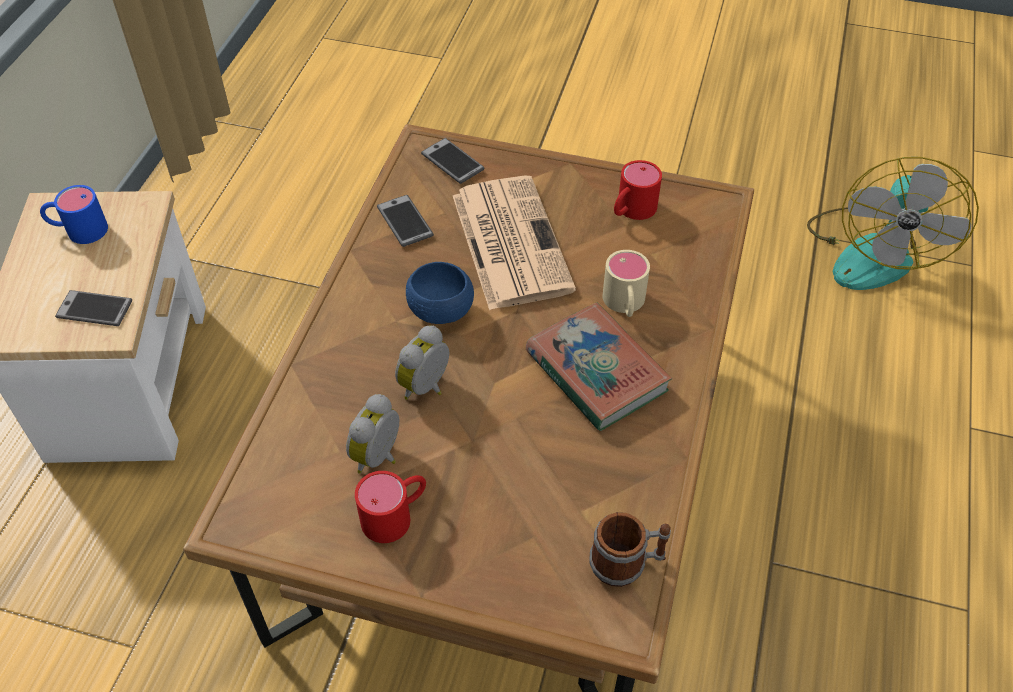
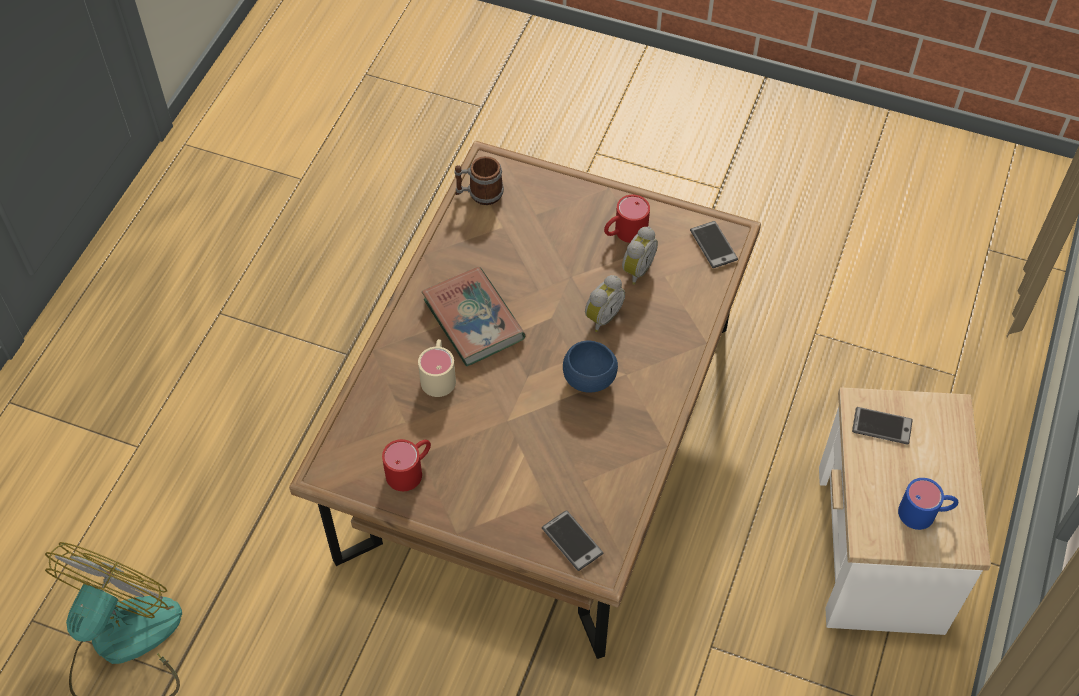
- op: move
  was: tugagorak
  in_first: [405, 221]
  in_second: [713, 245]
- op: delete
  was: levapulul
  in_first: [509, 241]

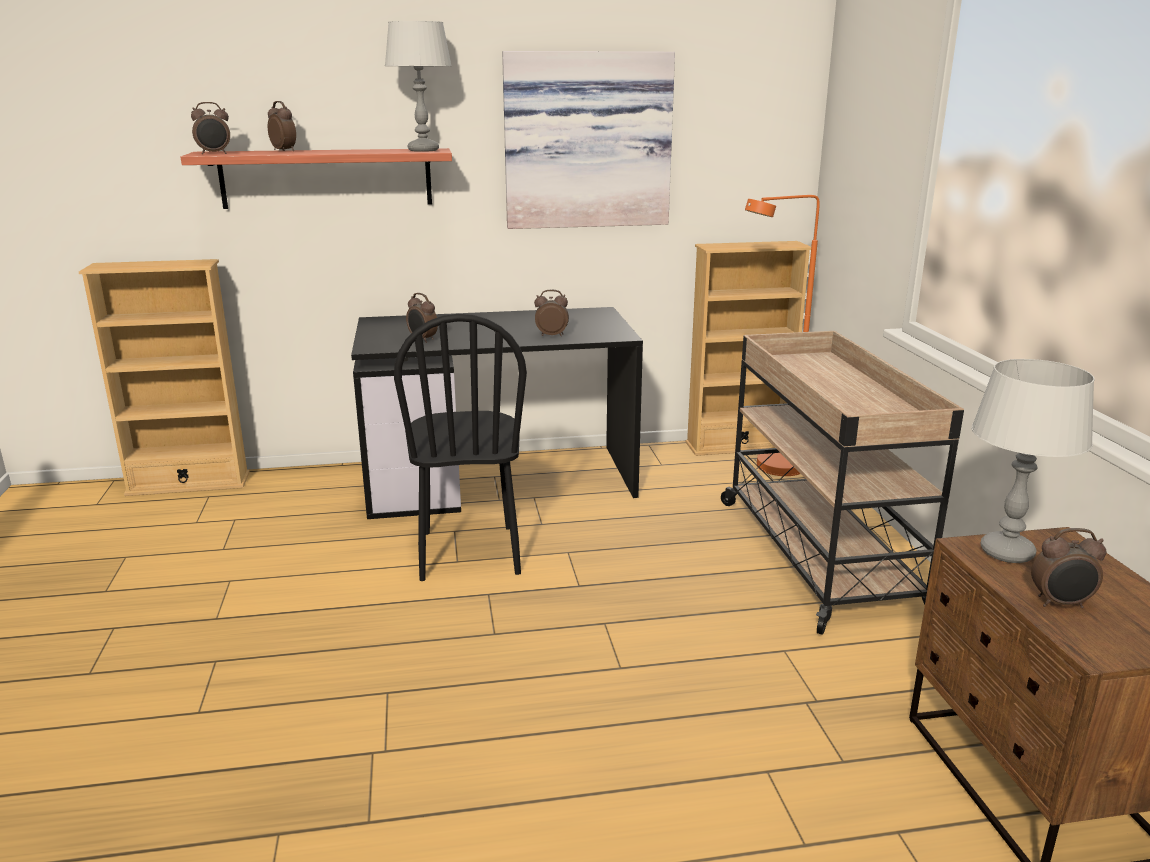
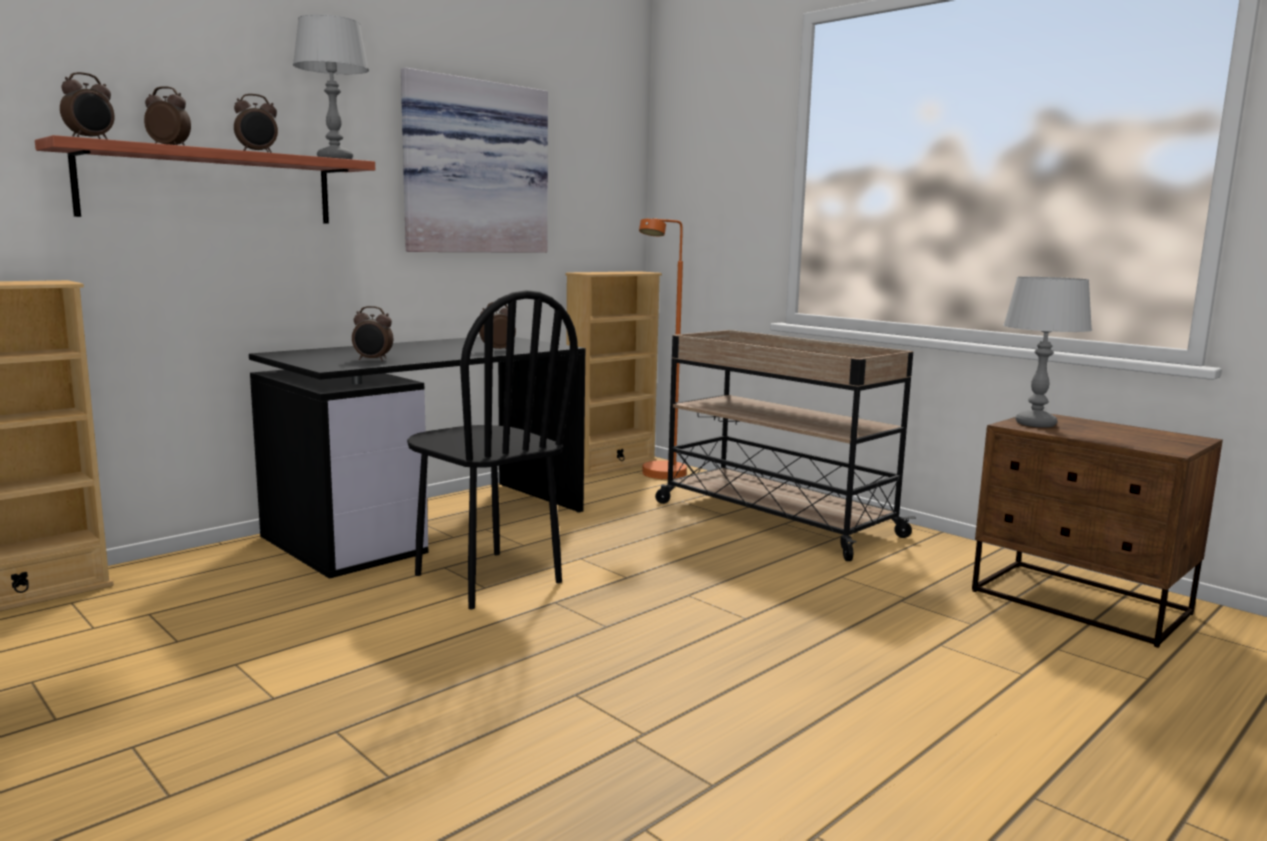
- op: move
  was: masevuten
  in_first: [1061, 604]
  in_second: [257, 152]

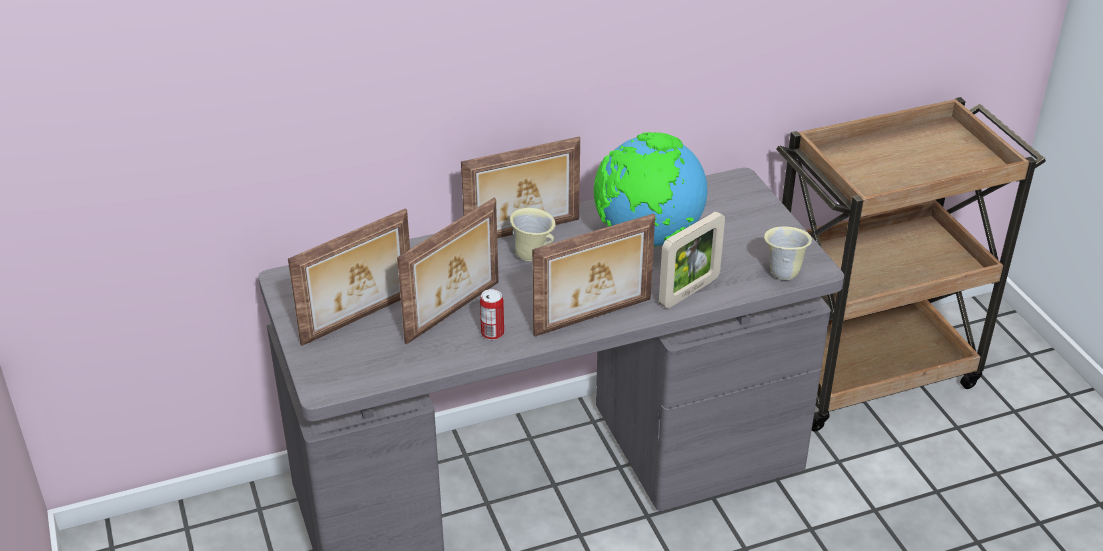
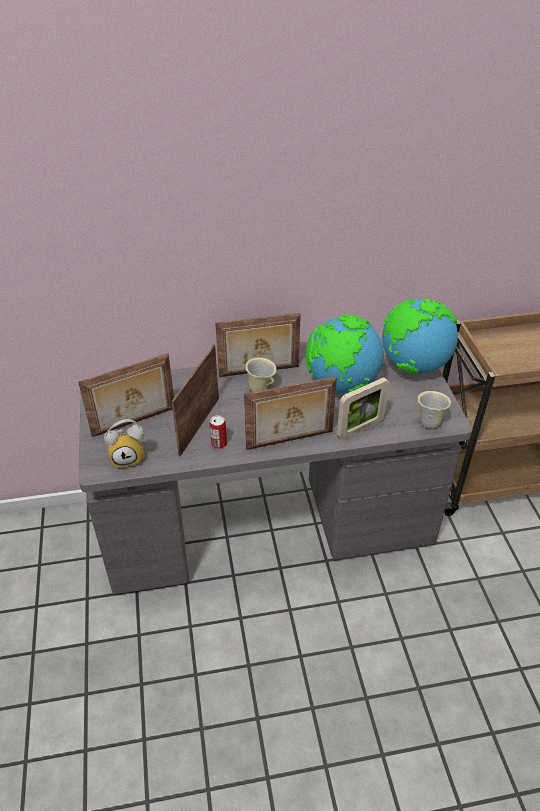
- op: insert
  now: masevuten
  in_second: [129, 457]
- op: rotate
  was: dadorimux
  in_first: [454, 313]
  in_second: [198, 425]
  clockwise: 150
- op: insert
  now: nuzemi
  in_second: [412, 366]

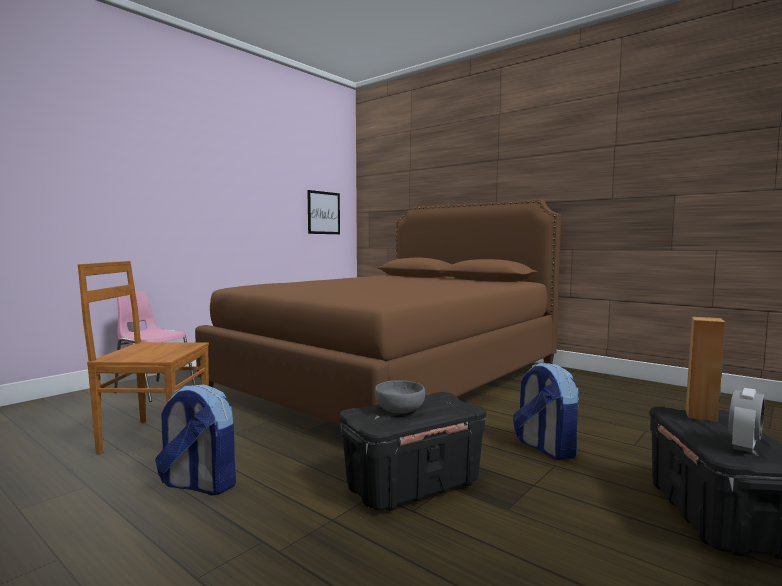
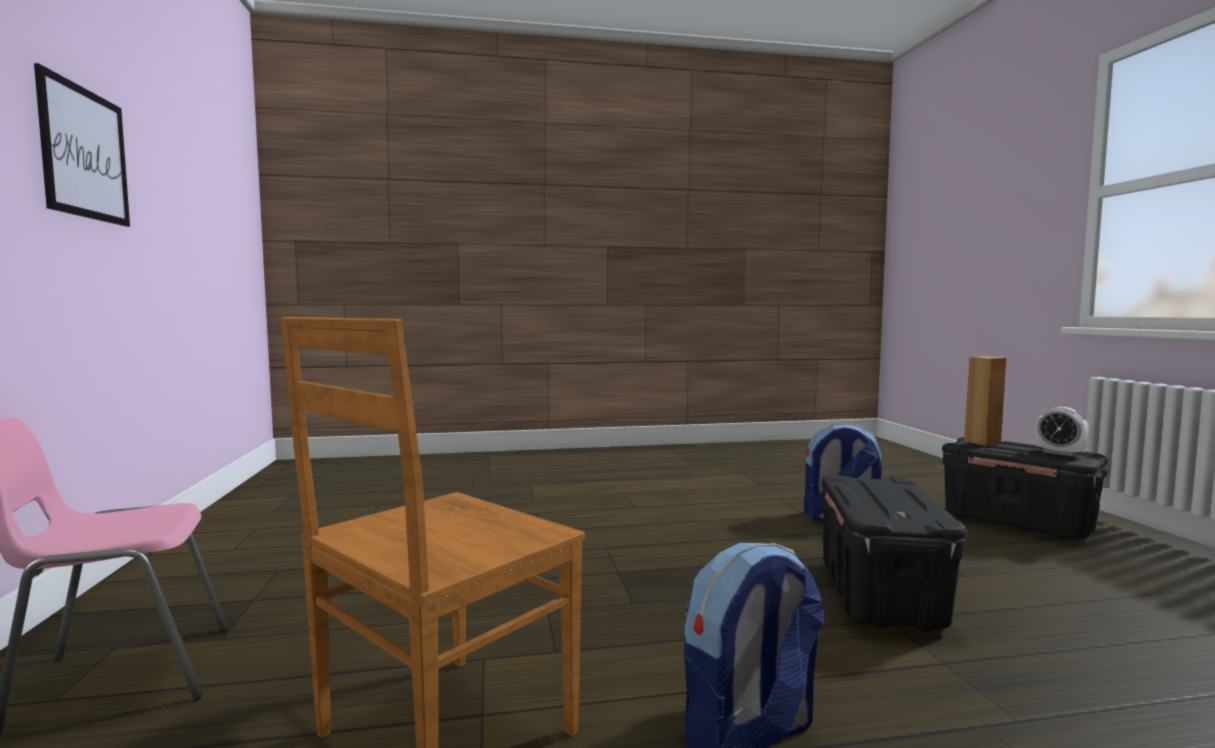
- op: move
  was: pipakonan
  in_first: [323, 213]
  in_second: [84, 153]
- op: rotate
  was: masevuten
  in_first: [744, 445]
  in_second: [1059, 453]
  clockwise: 150
- op: delete
  was: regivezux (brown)
  in_first: [393, 378]
- op: delete
  was: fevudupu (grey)
  in_first: [399, 410]

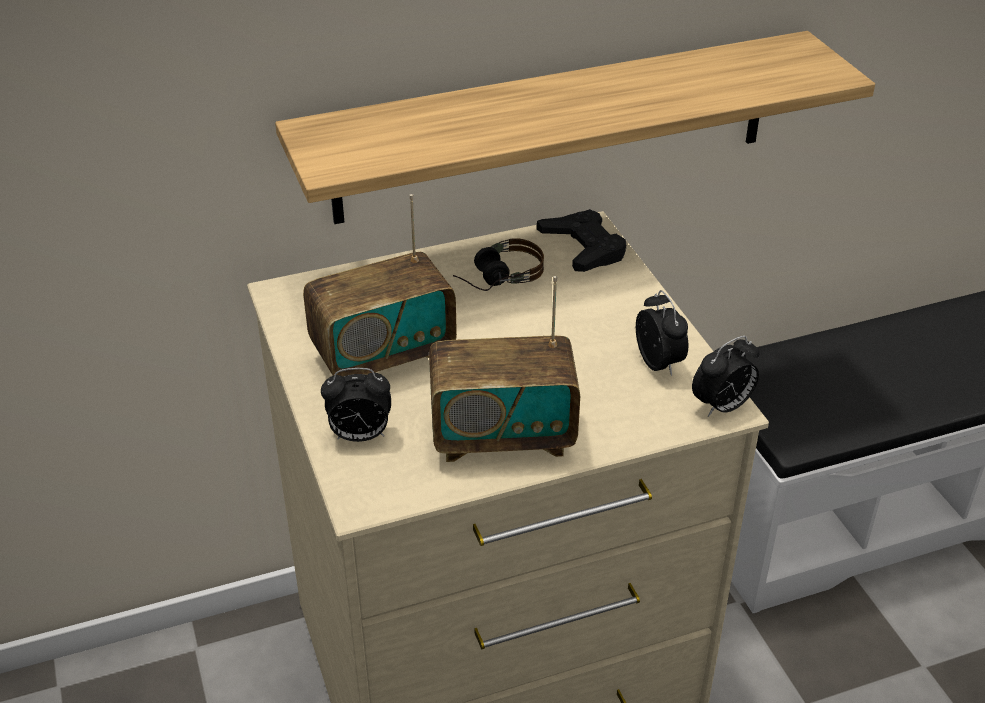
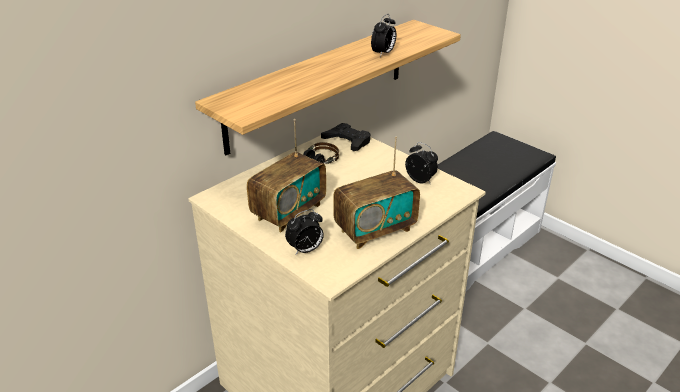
- op: move
  was: masevuten
  in_first: [722, 407]
  in_second: [383, 53]

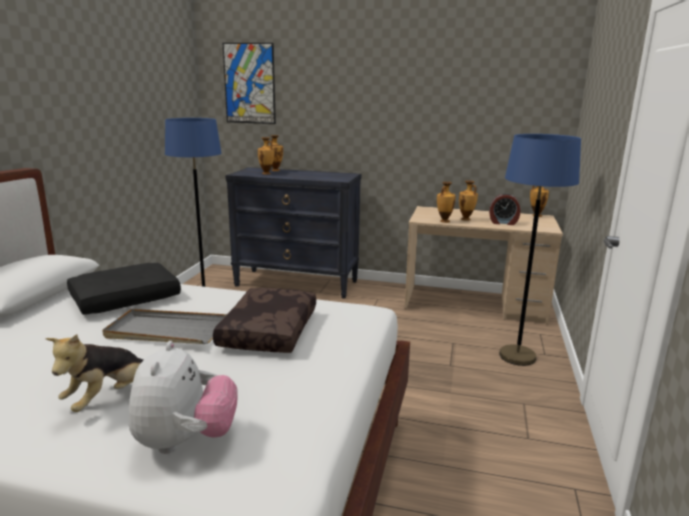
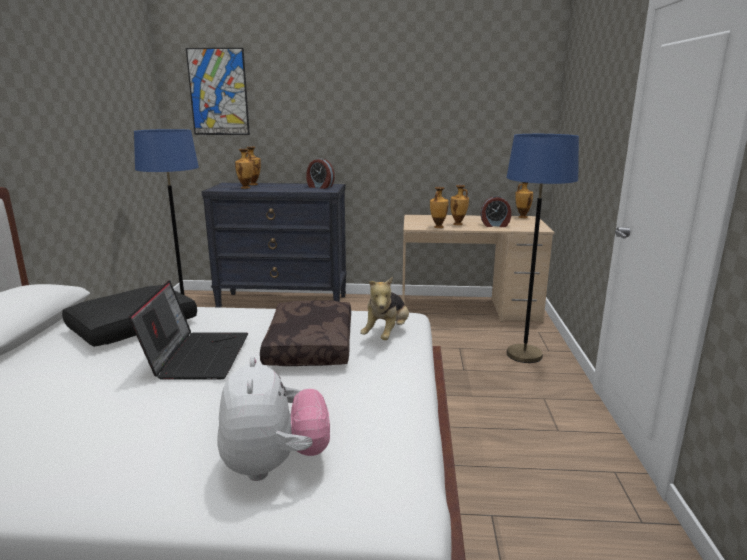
- op: replace
  was: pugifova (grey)
  now: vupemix
  in_first: [166, 331]
  in_second: [197, 356]
- op: insert
  now: masevuten
  in_second: [320, 187]
- op: move
  was: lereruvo
  in_first: [108, 397]
  in_second: [387, 334]

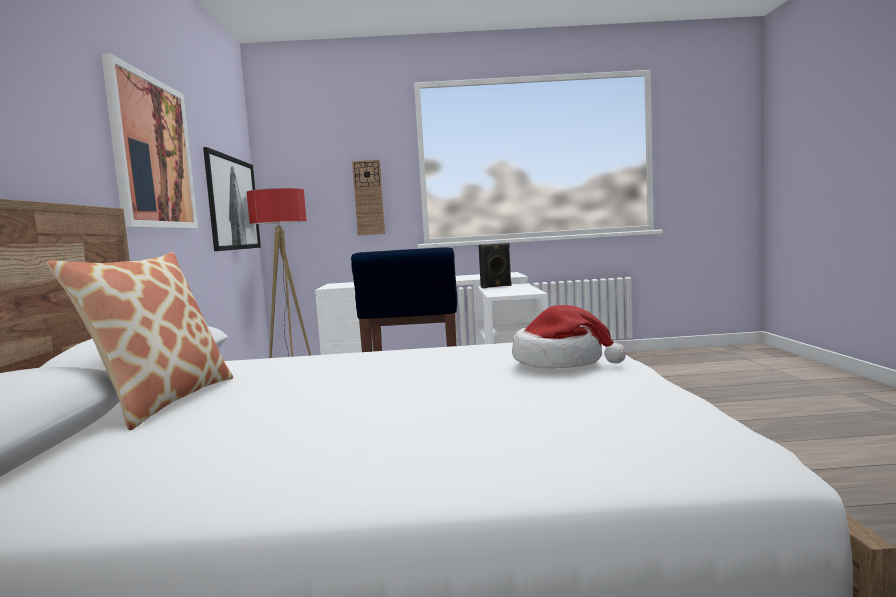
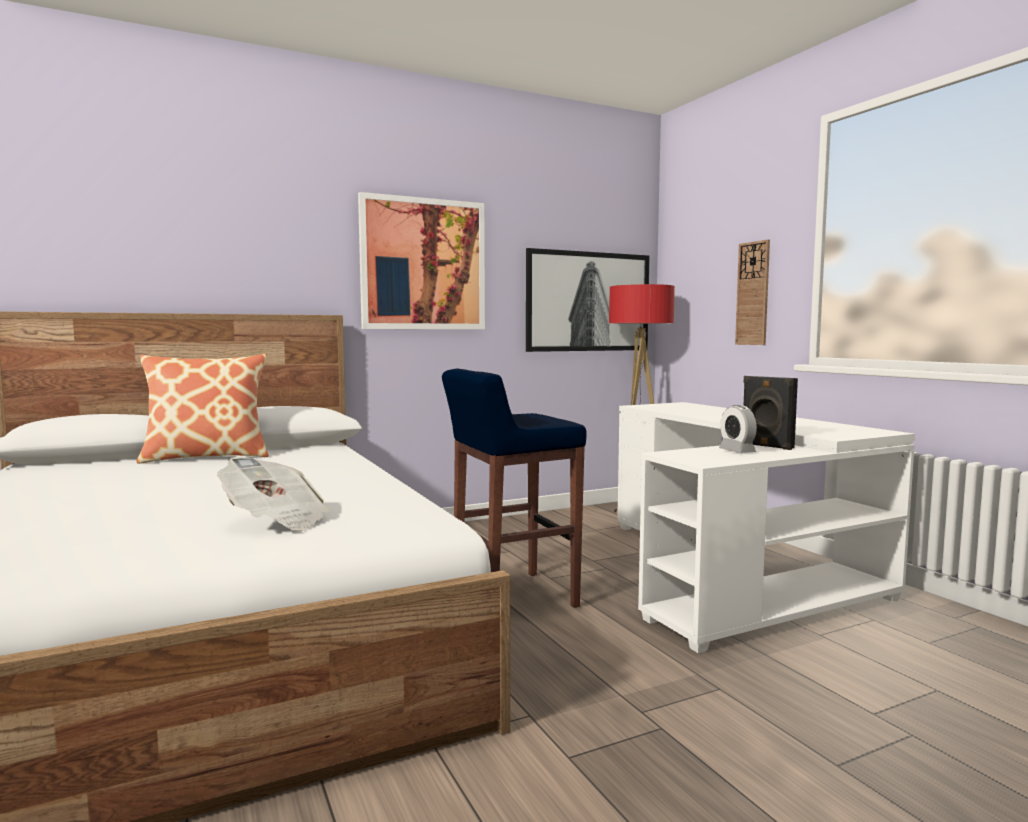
- op: replace
  was: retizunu
  now: levapulul
  in_first: [561, 362]
  in_second: [276, 520]
- op: insert
  now: masevuten
  in_second: [737, 451]

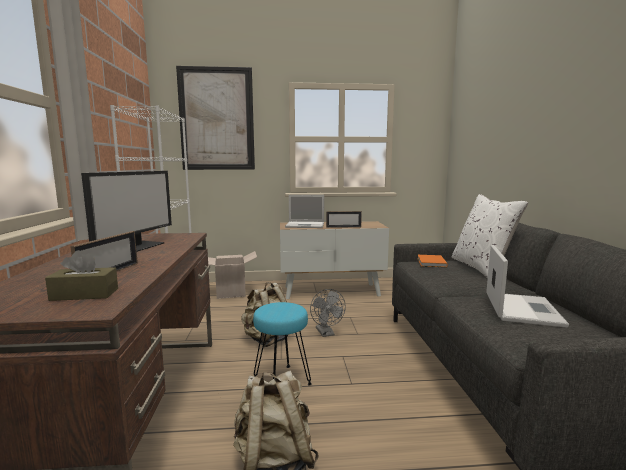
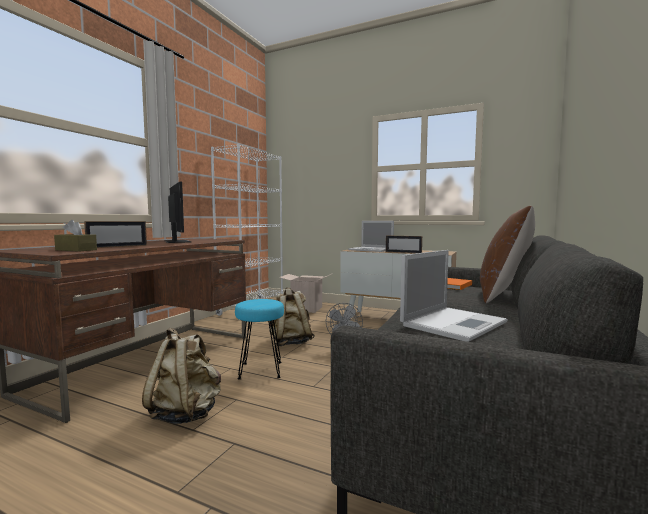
- op: rotate
  was: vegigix
  in_first: [136, 246]
  in_second: [176, 241]
  clockwise: -75
- op: recolor
  was: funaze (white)
  now: funaze (brown)
  in_first: [481, 268]
  in_second: [504, 294]
- op: delete
  was: pipakonan
  in_first: [216, 119]

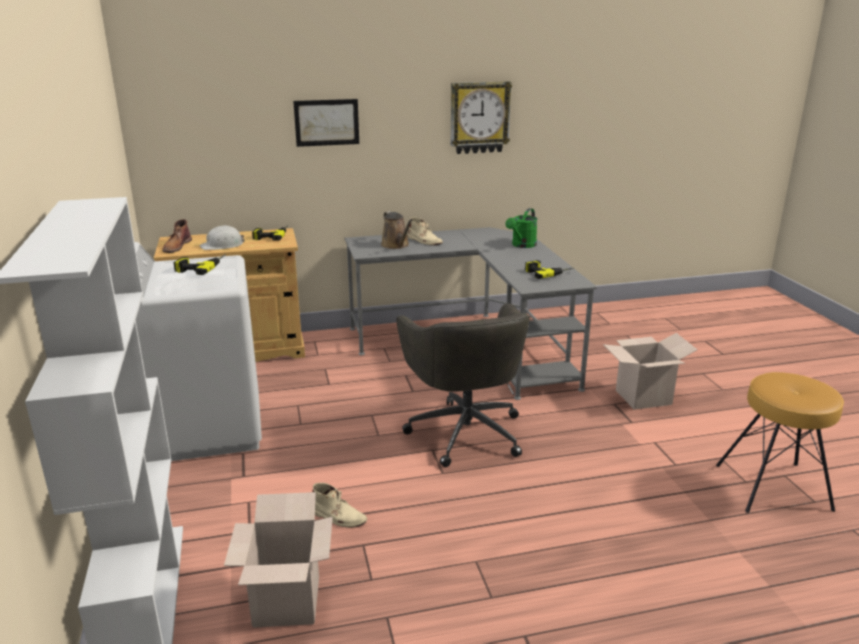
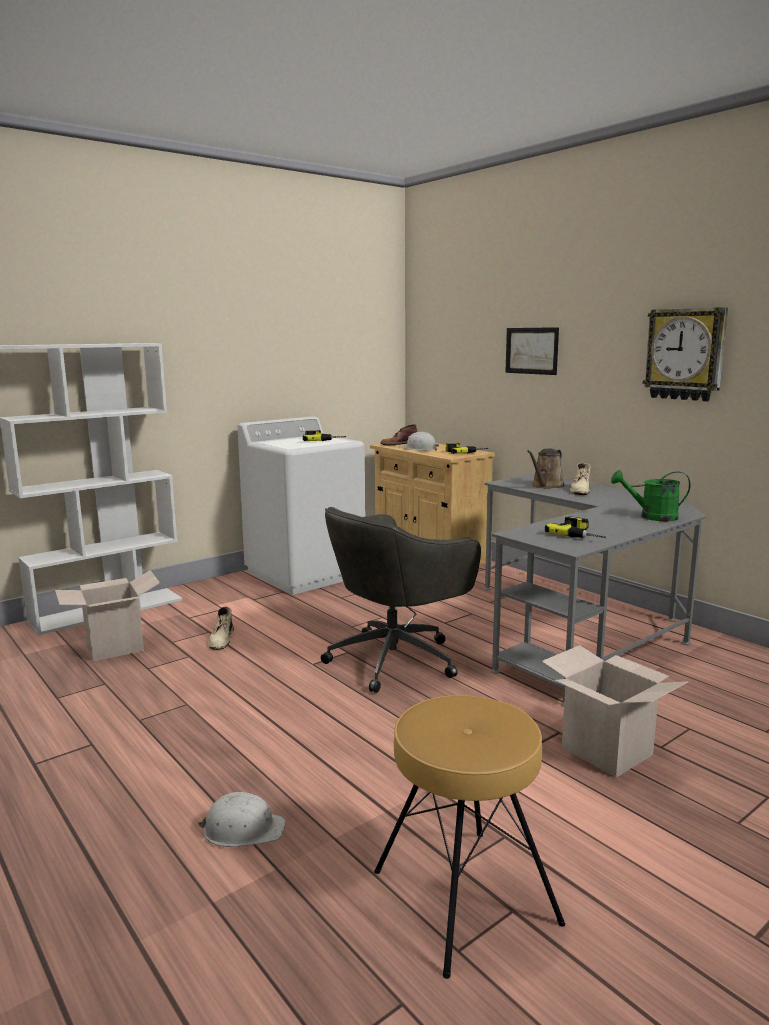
- op: insert
  now: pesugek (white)
  in_second: [243, 829]

